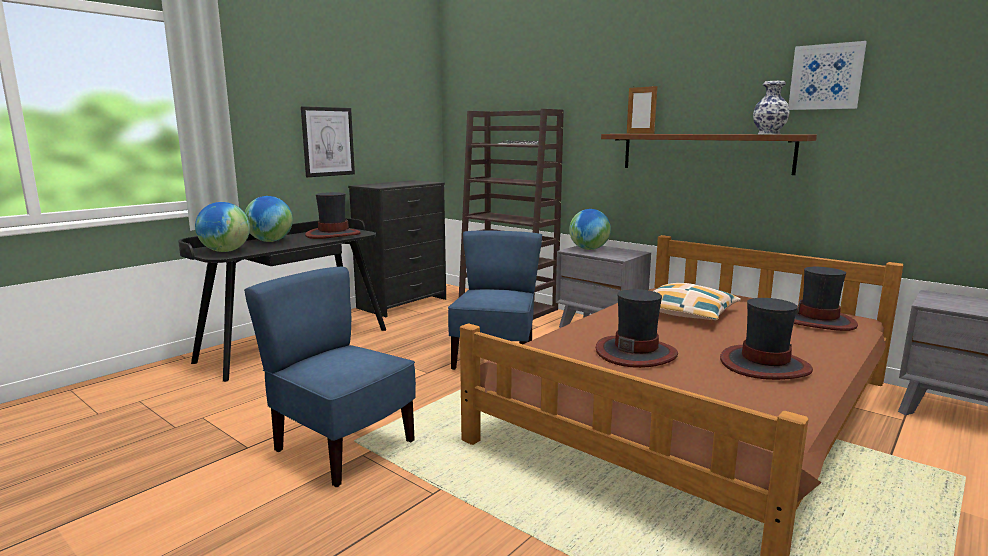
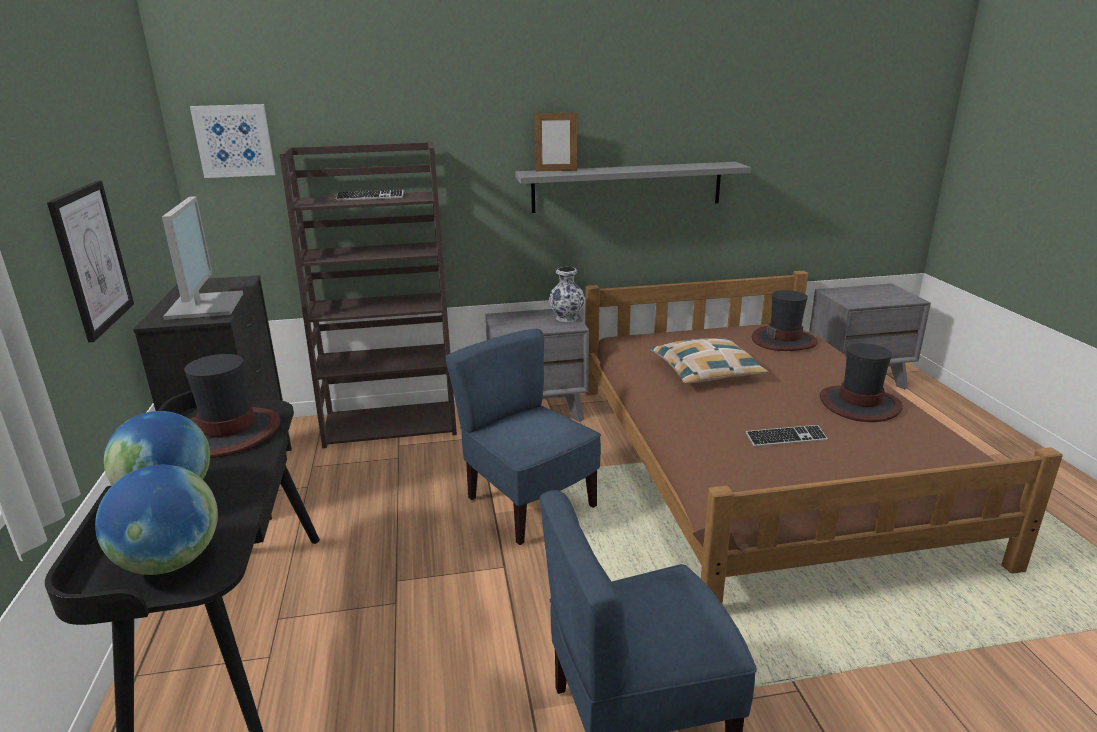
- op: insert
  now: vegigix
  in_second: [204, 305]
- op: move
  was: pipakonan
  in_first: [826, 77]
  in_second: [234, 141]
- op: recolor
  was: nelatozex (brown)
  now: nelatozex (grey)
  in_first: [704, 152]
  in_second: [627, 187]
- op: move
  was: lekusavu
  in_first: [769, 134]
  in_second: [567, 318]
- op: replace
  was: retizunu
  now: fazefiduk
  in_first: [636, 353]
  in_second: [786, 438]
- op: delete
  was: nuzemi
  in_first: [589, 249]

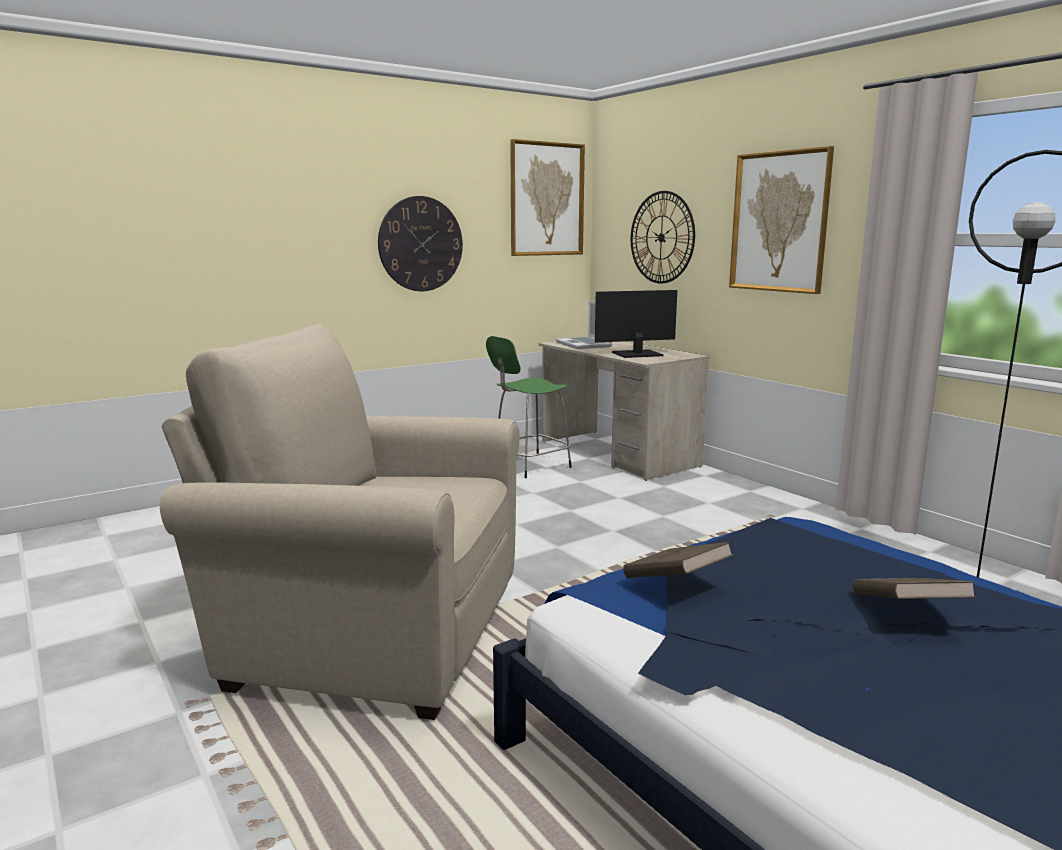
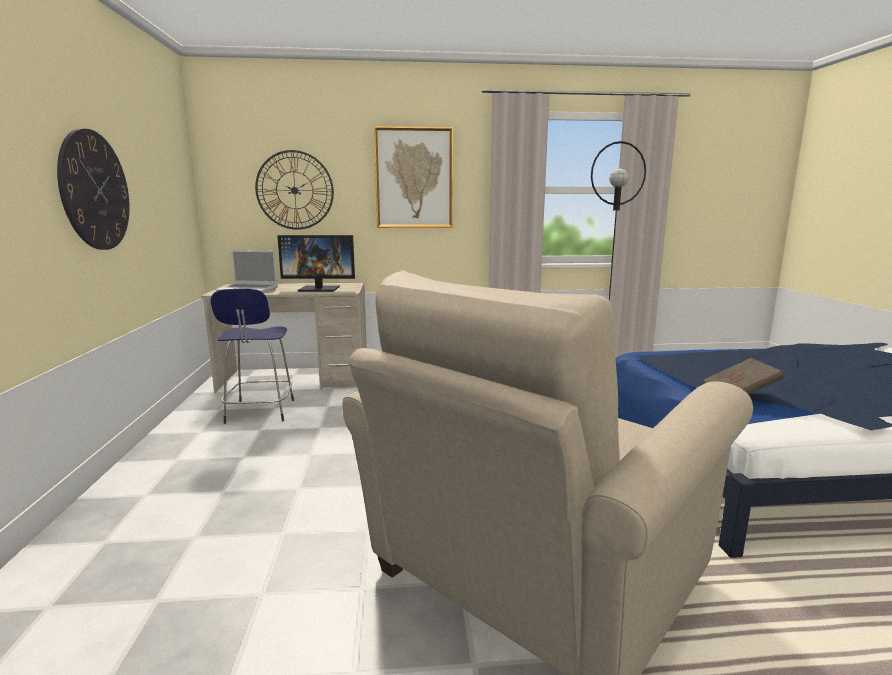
- op: recolor
  was: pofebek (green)
  now: pofebek (blue)
  in_first: [529, 466]
  in_second: [259, 412]
- op: rotate
  was: vegigix
  in_first: [636, 354]
  in_second: [319, 289]
  clockwise: -105
- op: delete
  was: pipakonan
  in_first: [546, 199]
- op: delete
  was: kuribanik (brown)
  in_first: [907, 611]

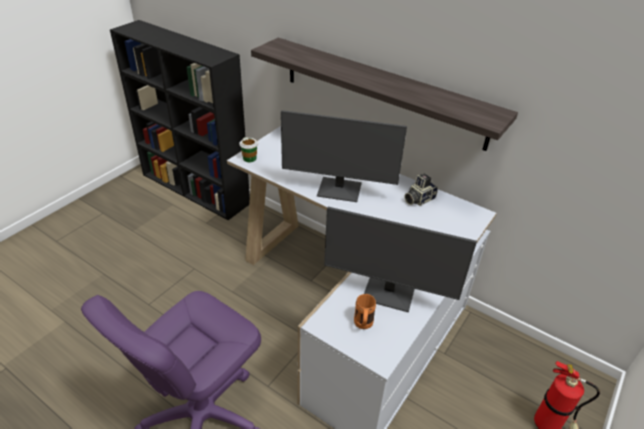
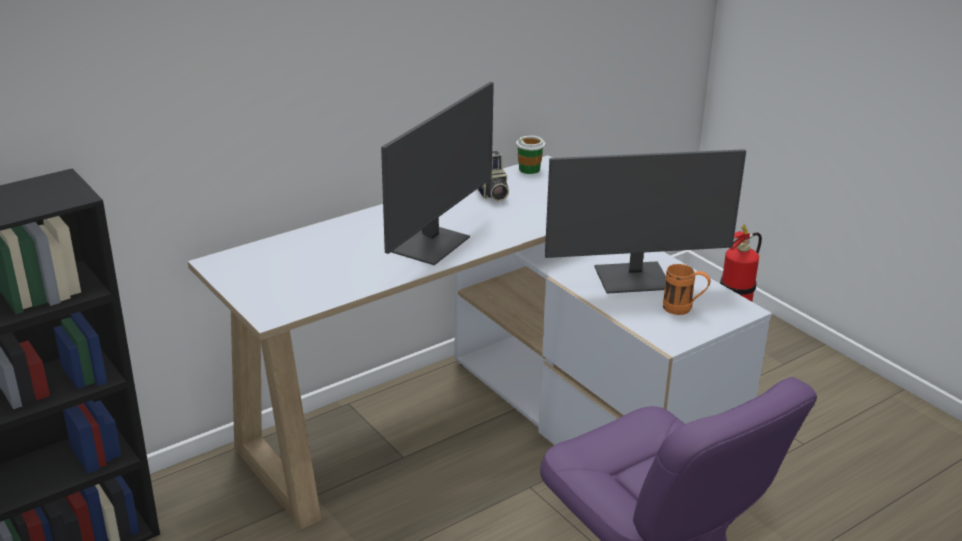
- op: move
  was: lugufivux
  in_first: [249, 158]
  in_second: [529, 169]
- op: rotate
  was: vegigix
  in_first: [389, 293]
  in_second: [633, 279]
  clockwise: 45
- op: delete
  was: nelatozex
  in_first: [382, 92]

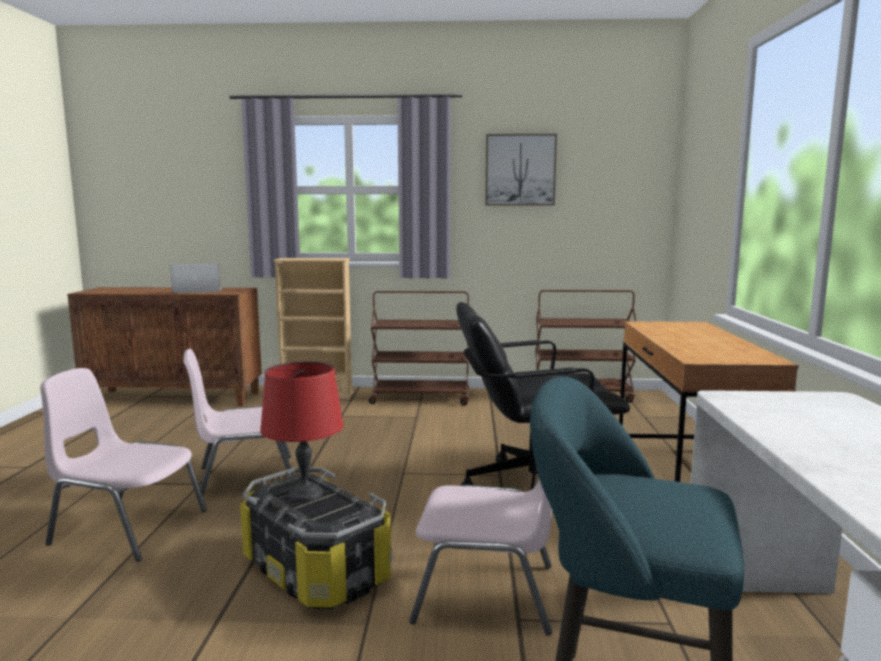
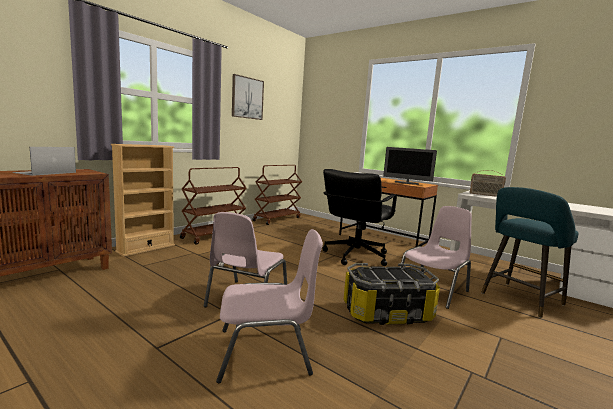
- op: rotate
  was: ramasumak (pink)
  in_first: [127, 527]
  in_second: [265, 352]
  clockwise: -150
- op: insert
  now: vegigix
  in_second: [406, 183]
- op: insert
  now: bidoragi
  in_second: [485, 195]
- op: delete
  was: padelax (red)
  in_first: [305, 493]

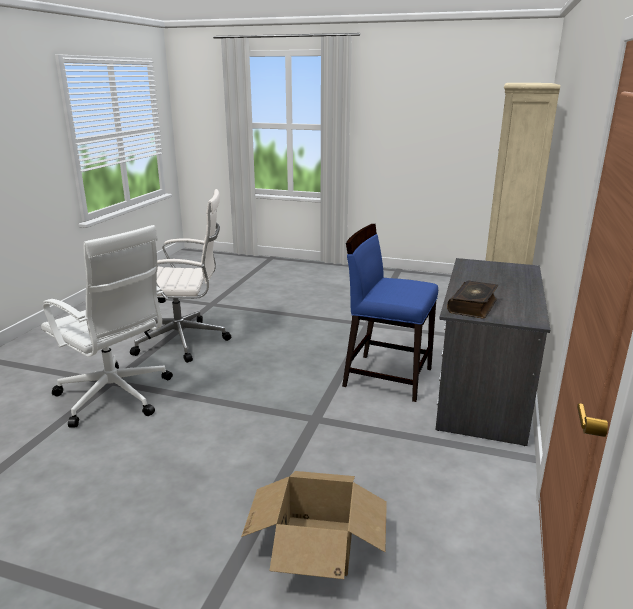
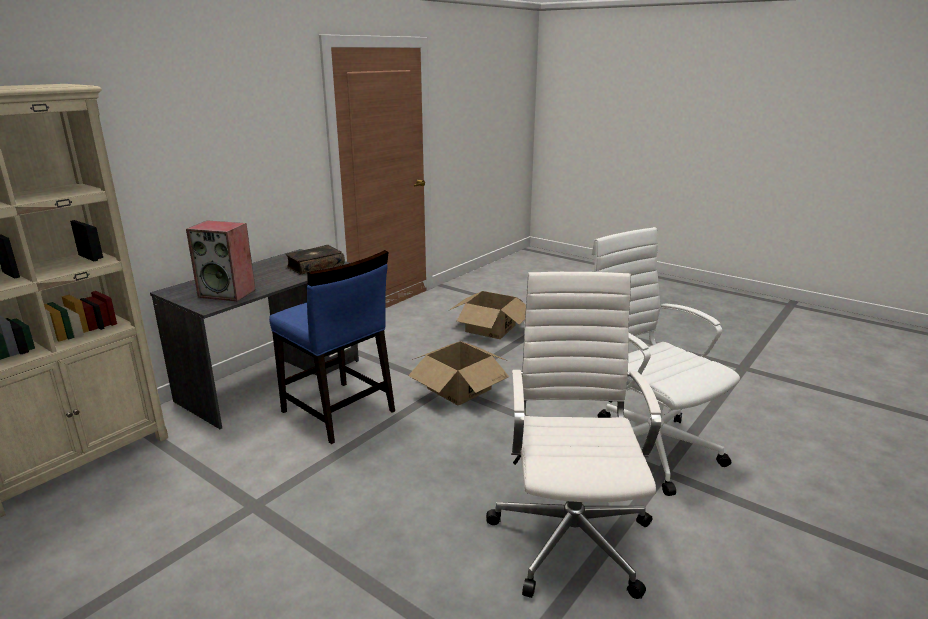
- op: insert
  now: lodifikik
  in_second: [228, 293]
- op: insert
  now: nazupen
  in_second: [459, 388]
- op: rotate
  was: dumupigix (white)
  in_first: [184, 341]
  in_second: [571, 535]
  clockwise: 75

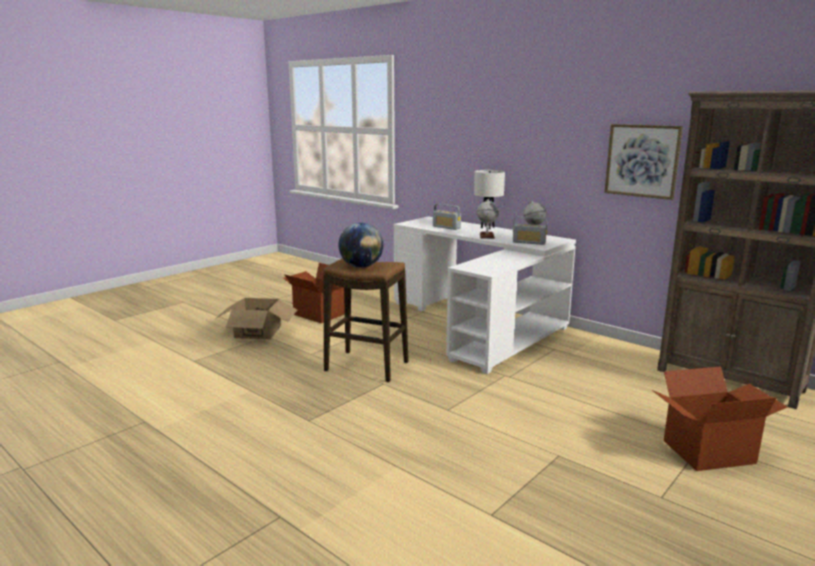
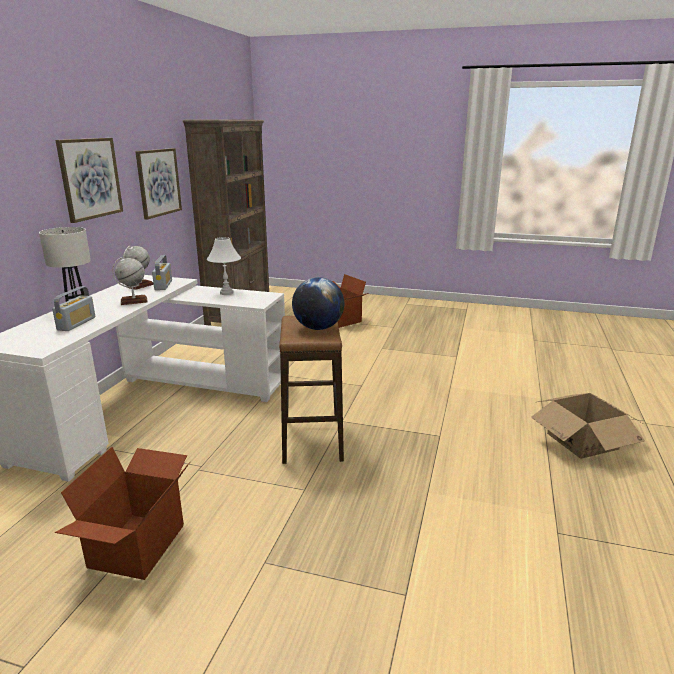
- op: insert
  now: pipakonan
  in_second: [90, 178]
- op: insert
  now: padelax (white)
  in_second: [226, 293]
- op: move
  was: nazupen
  in_first: [257, 331]
  in_second: [582, 441]

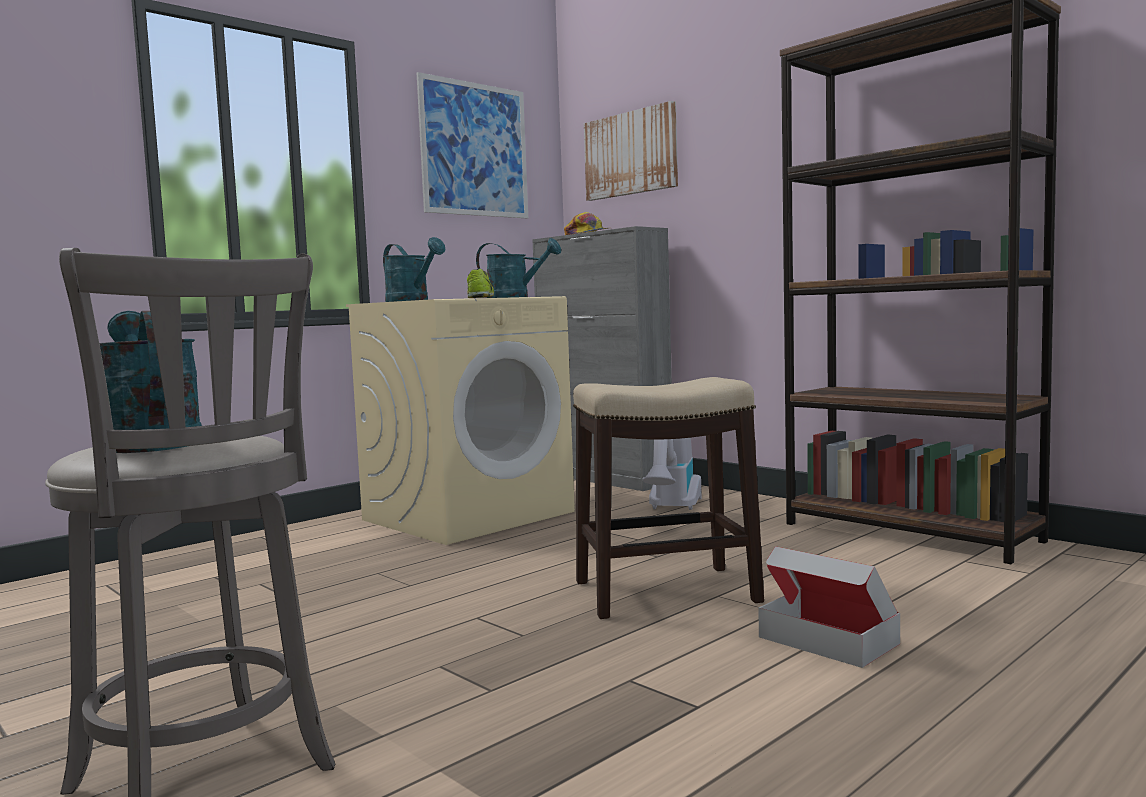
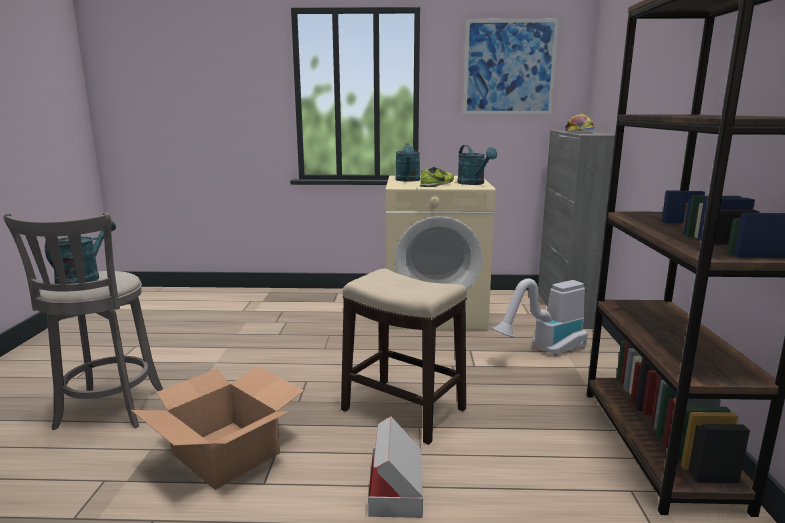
- op: insert
  now: nazupen
  in_second: [226, 452]
- op: delete
  was: pipakonan
  in_first: [631, 153]

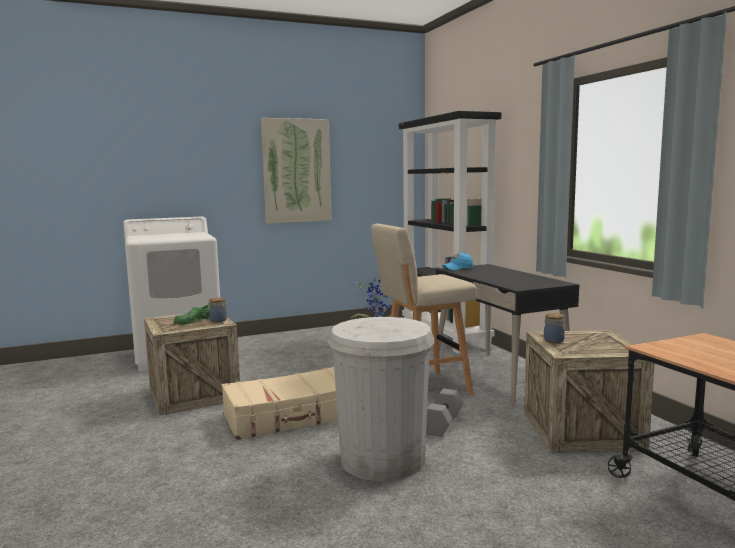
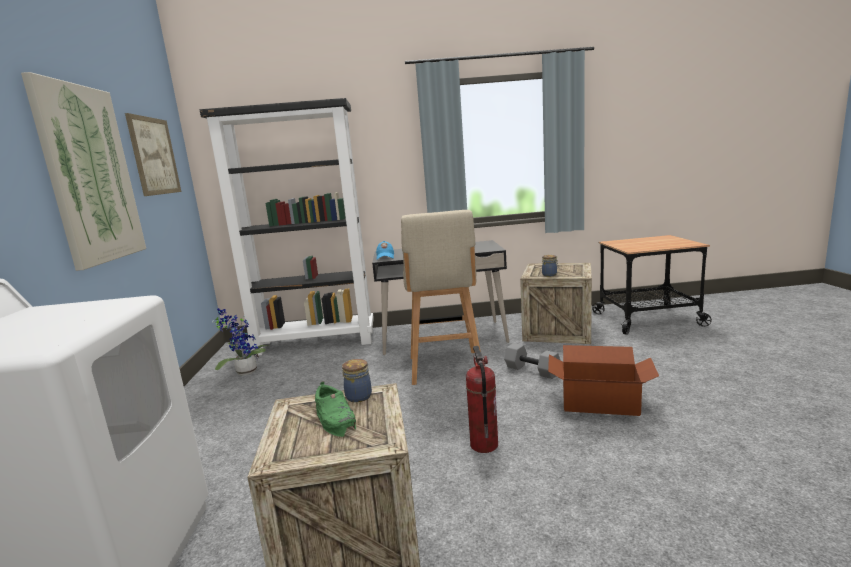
- op: insert
  now: pipakonan
  in_second: [154, 156]
- op: replace
  was: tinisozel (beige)
  now: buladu
  in_first: [291, 416]
  in_second: [483, 445]
- op: replace
  was: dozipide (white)
  now: nazupen
  in_first: [382, 459]
  in_second: [600, 402]

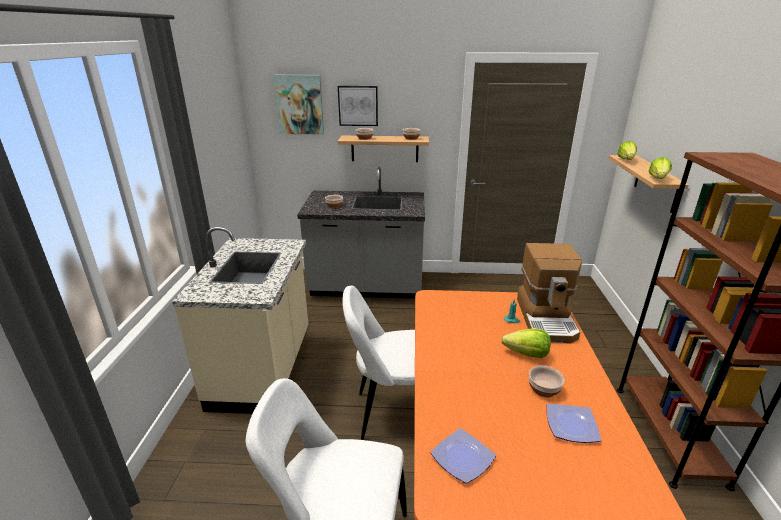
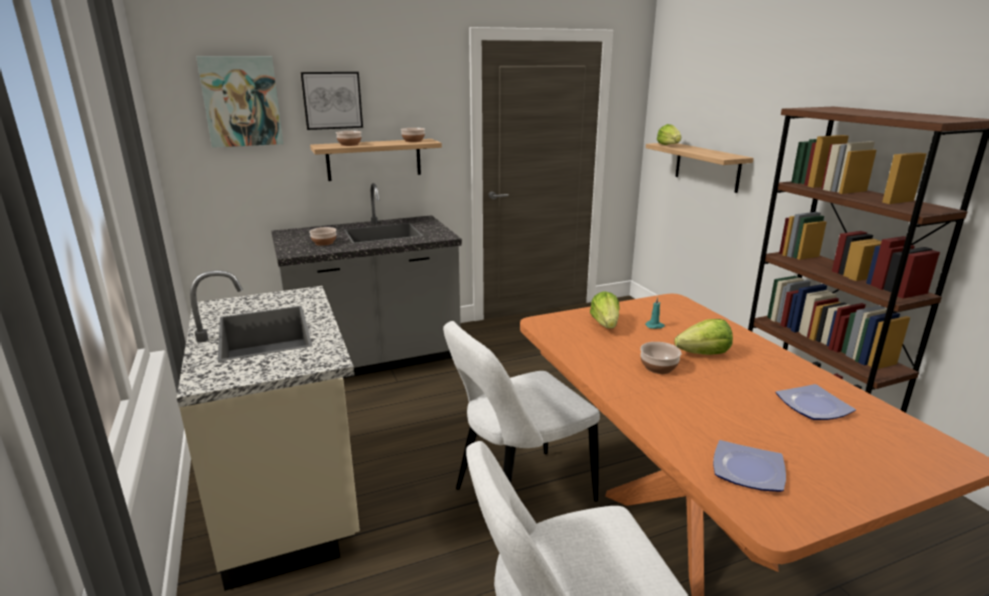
- op: move
  was: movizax
  in_first: [658, 179]
  in_second: [605, 324]
- op: move
  was: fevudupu
  in_first: [544, 389]
  in_second: [659, 367]
- op: delete
  was: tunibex
  in_first: [547, 319]

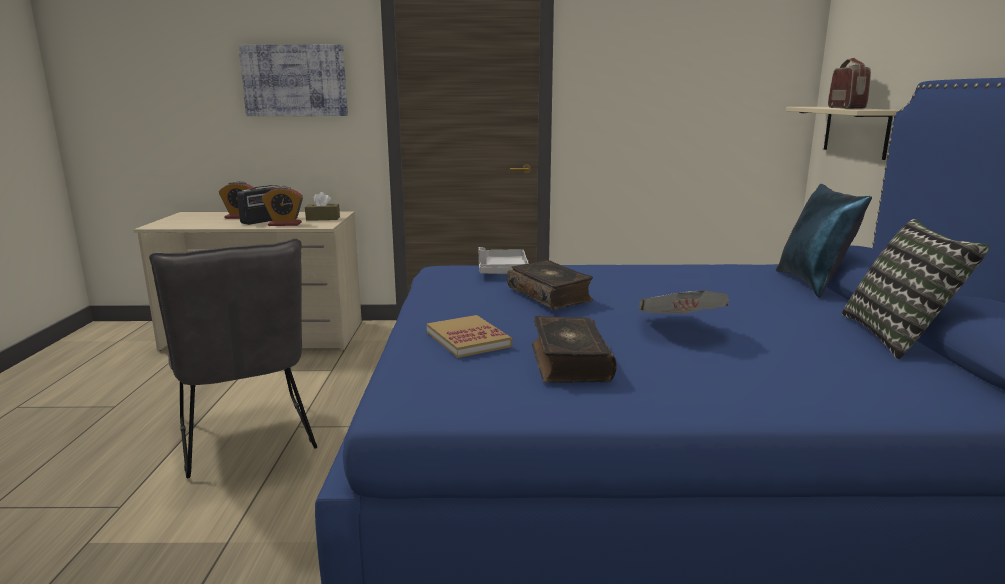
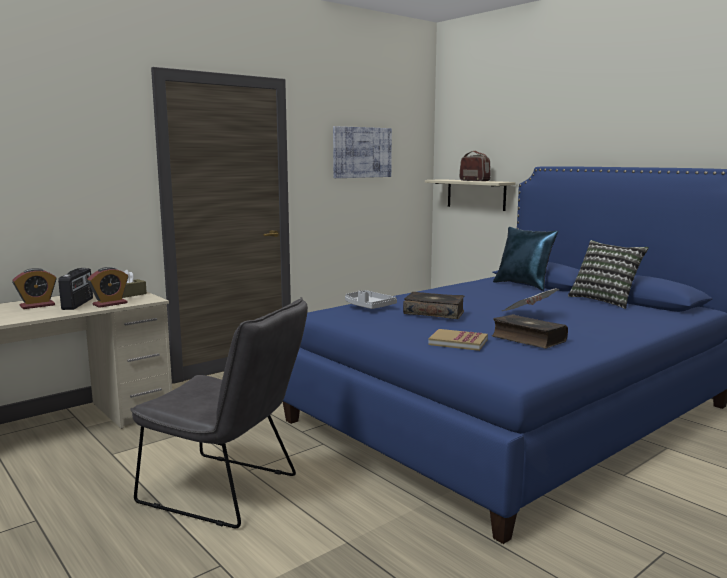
- op: move
  was: pipakonan
  in_first: [294, 80]
  in_second: [362, 152]

